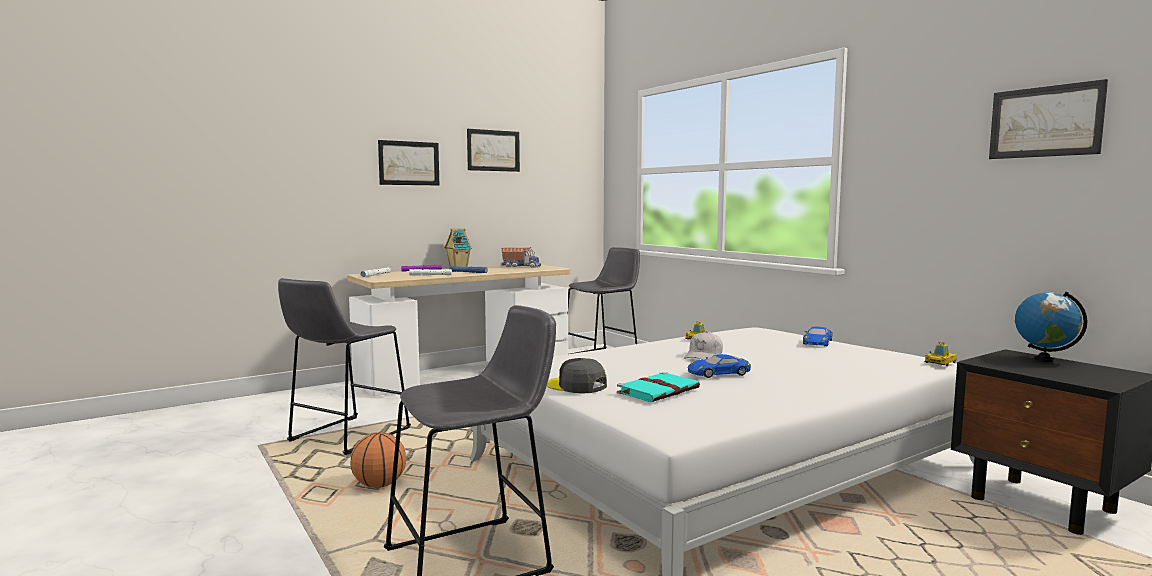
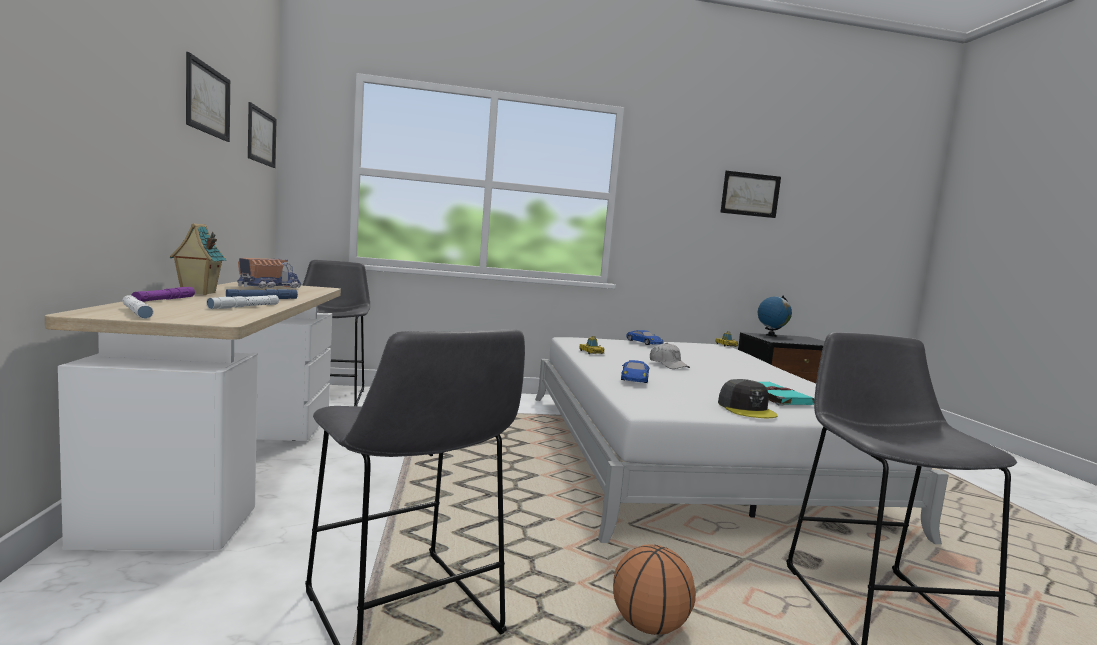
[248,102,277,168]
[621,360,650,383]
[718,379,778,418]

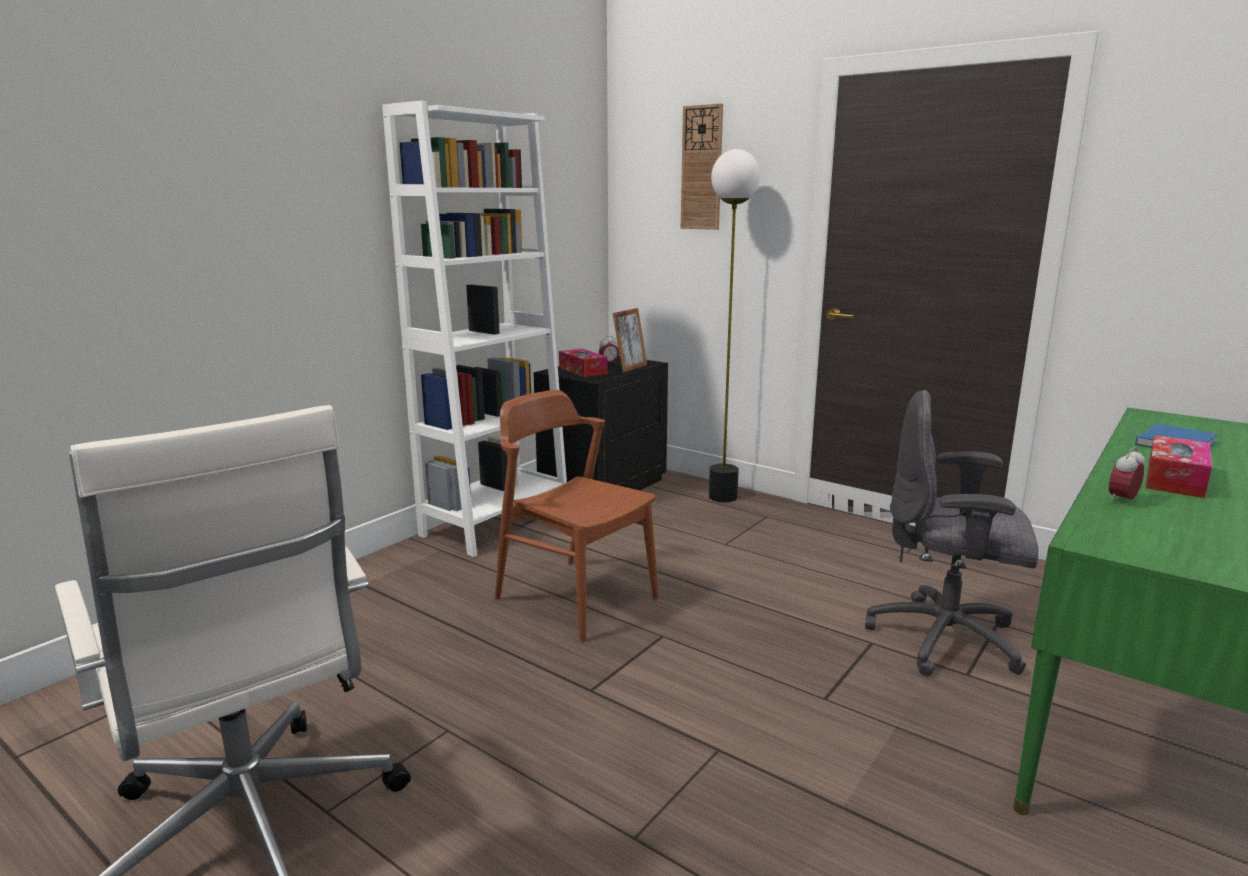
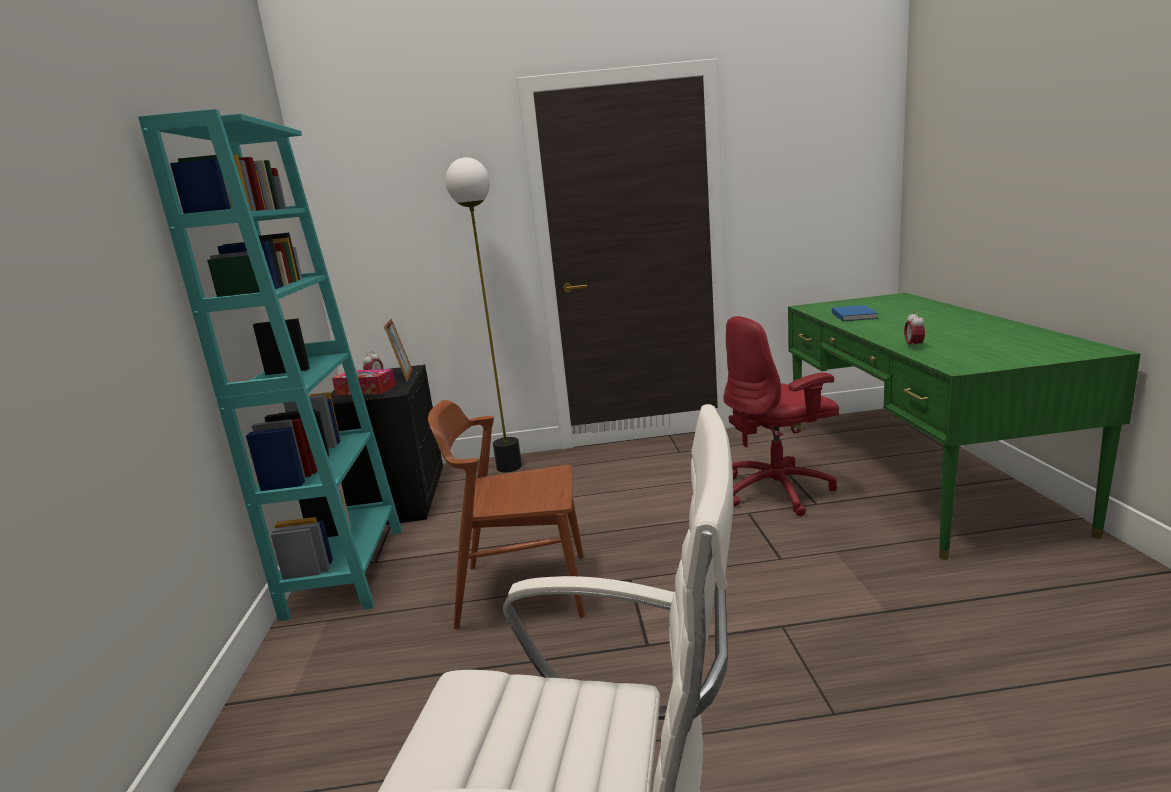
[681,103,723,230] (first image)
[1145,435,1212,498] (first image)
[138,109,402,621]
[723,316,839,516]

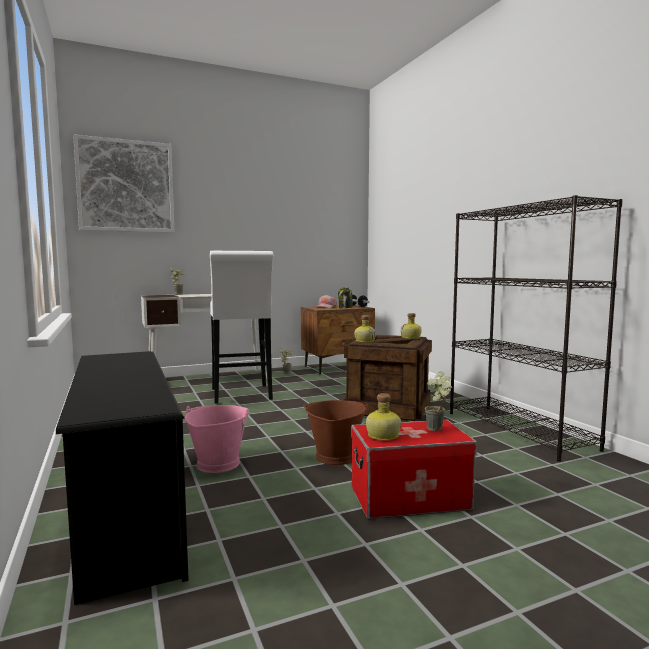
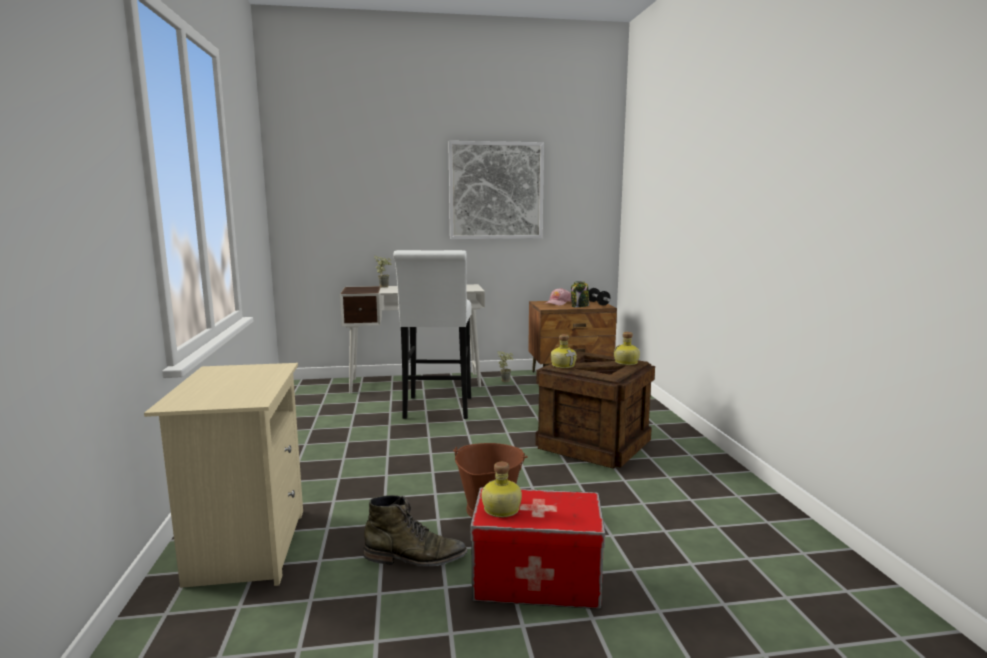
[185,405,250,473] (first image)
[425,371,452,431] (first image)
[450,195,623,461] (first image)
[363,495,468,566]
[448,141,544,239]
[144,363,303,588]

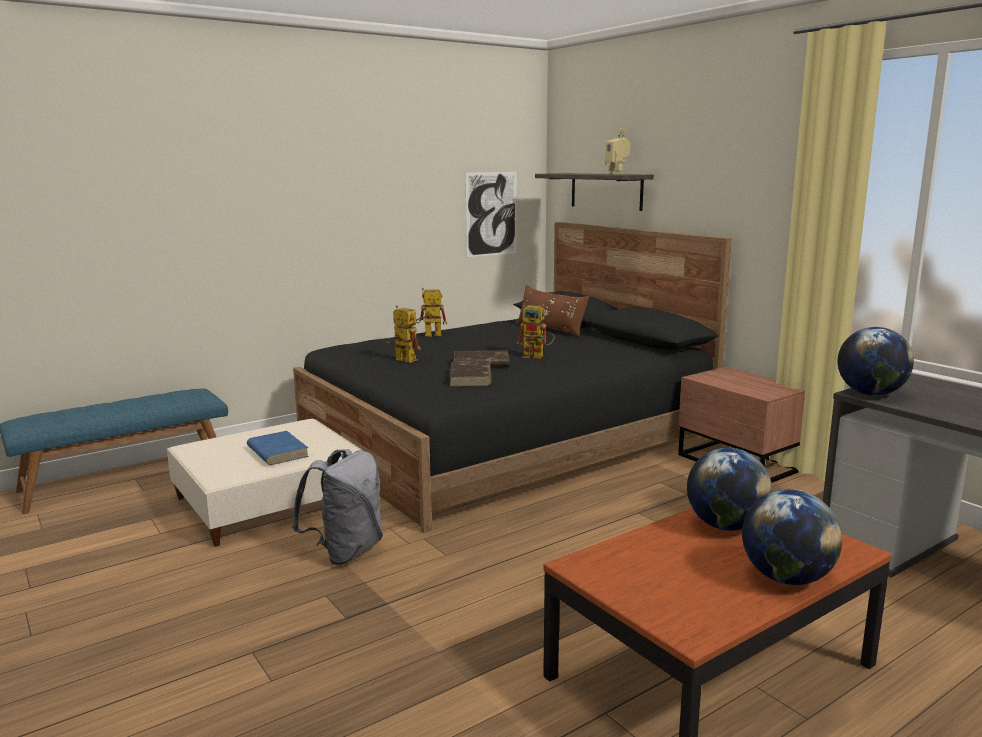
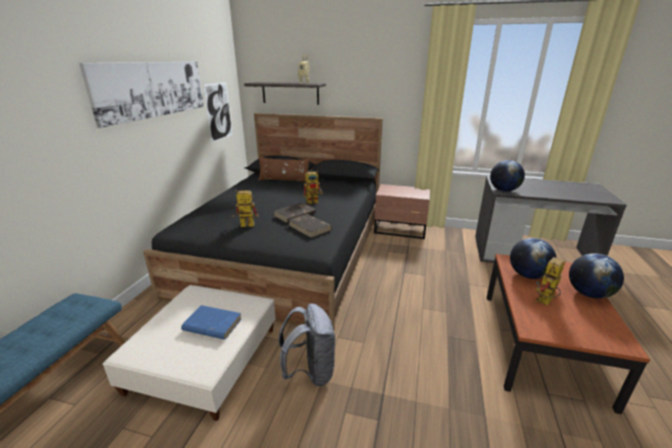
[79,62,204,128]
[536,257,565,305]

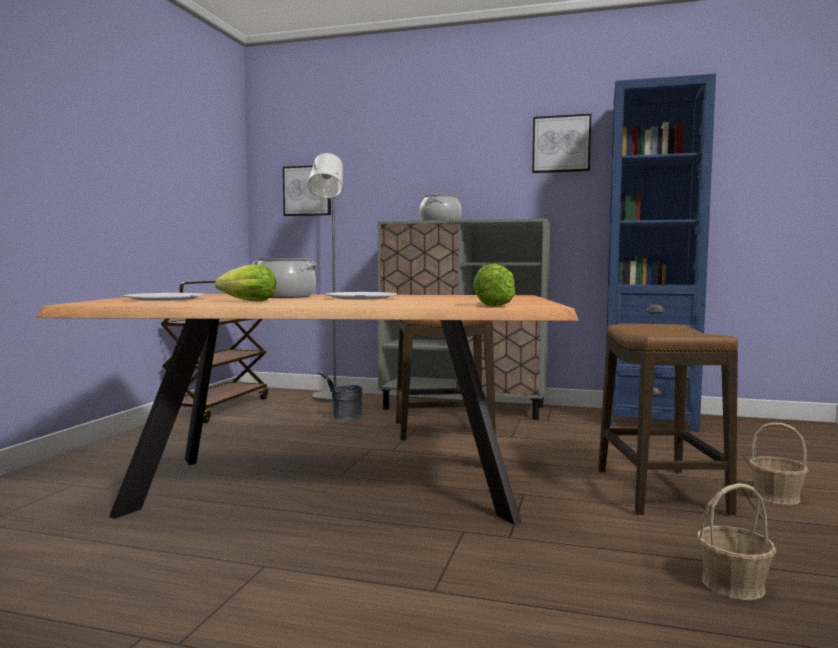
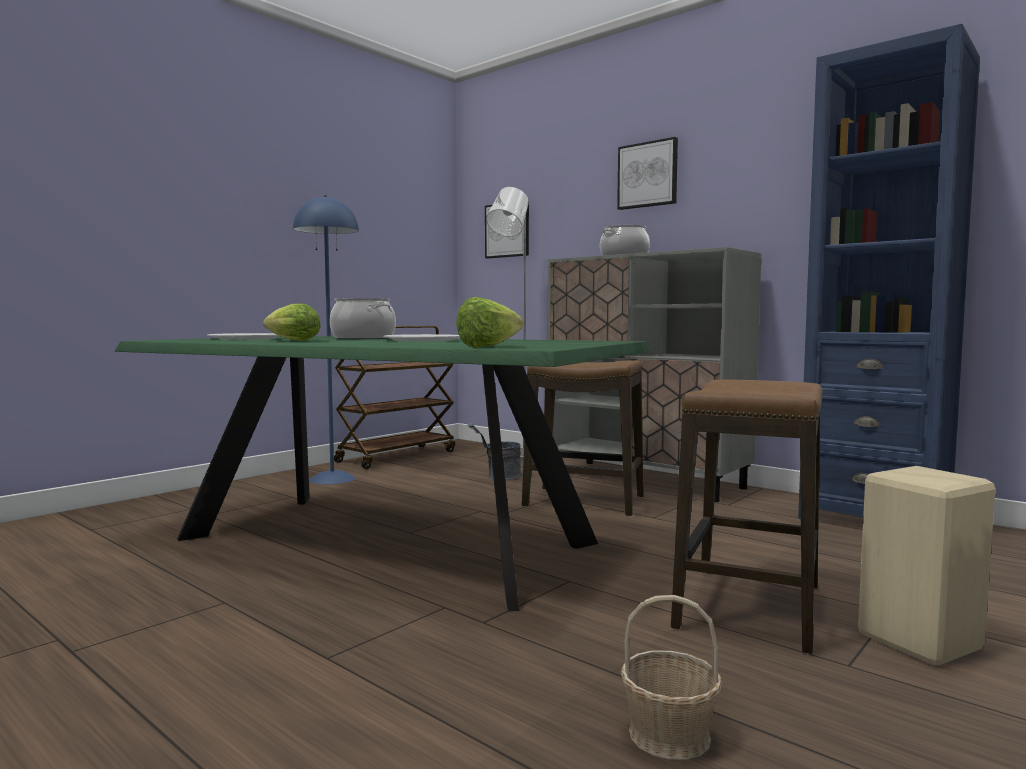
[293,195,359,484]
[617,137,678,210]
[858,466,995,665]
[115,336,650,611]

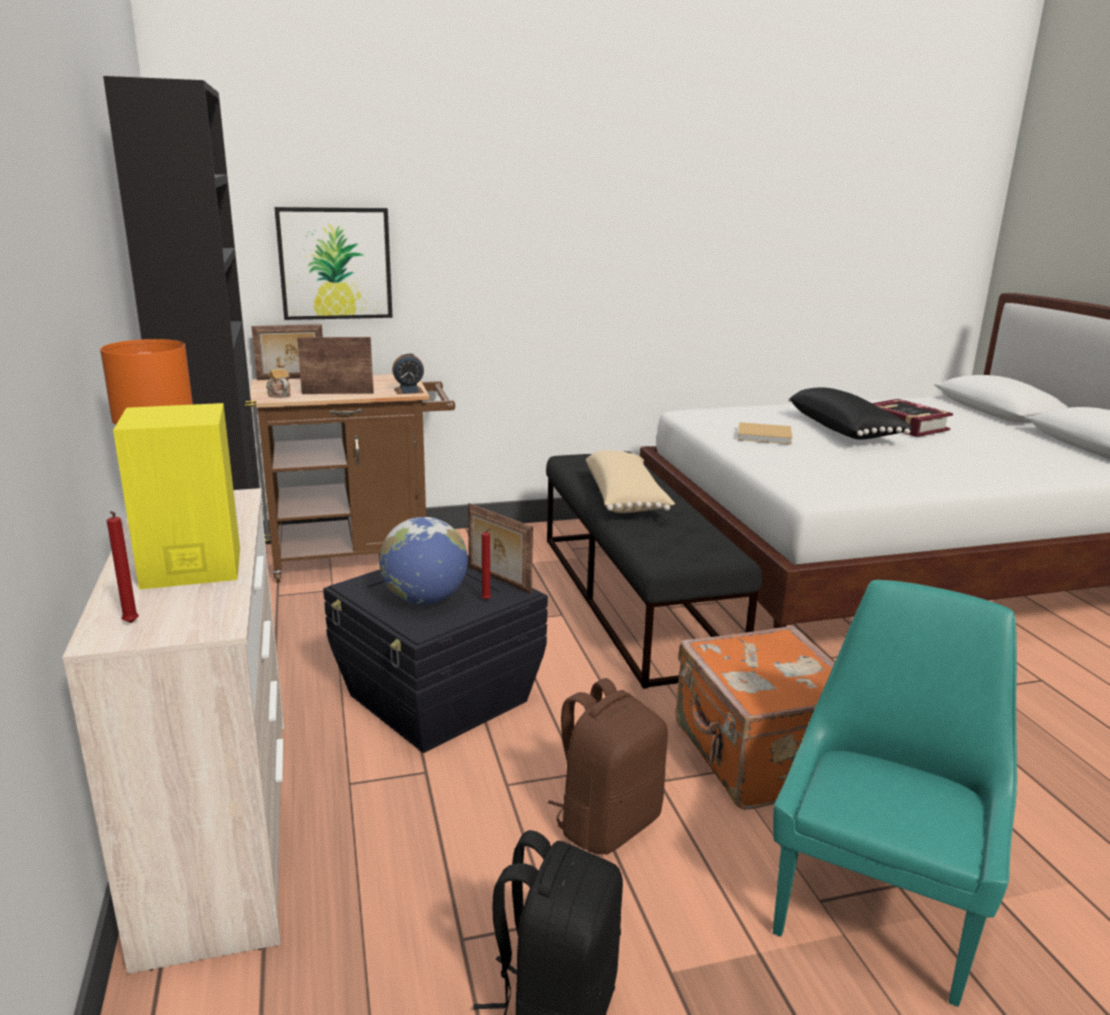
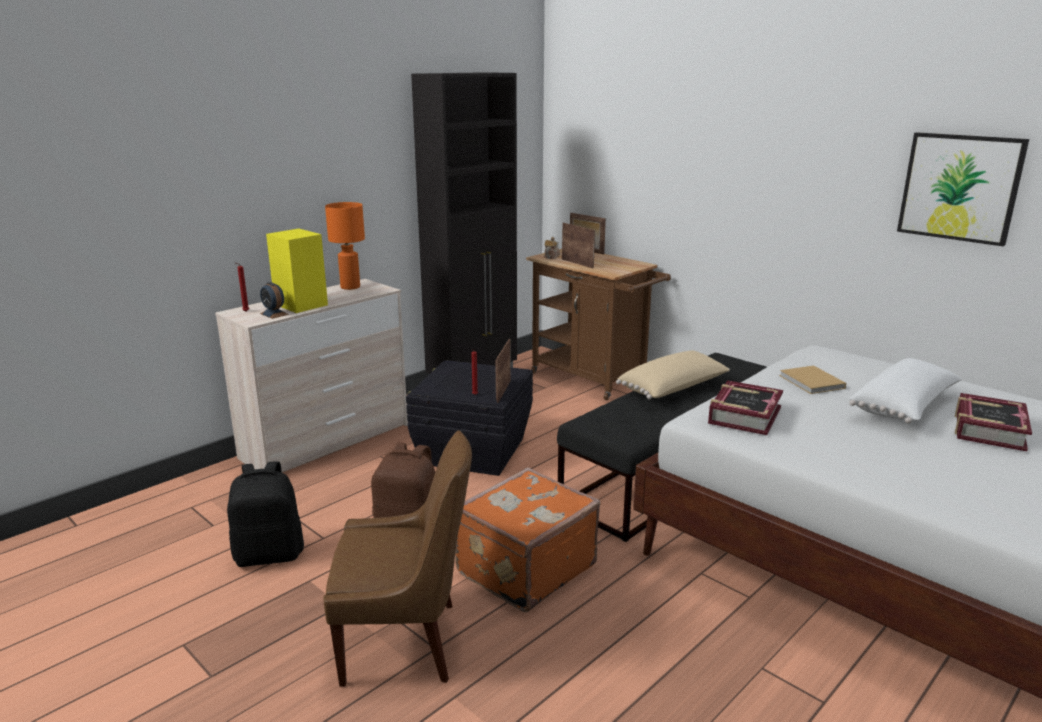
[379,517,468,605] (first image)
[708,381,783,435]
[897,132,1029,246]
[260,282,289,319]
[323,430,472,687]
[849,358,962,424]

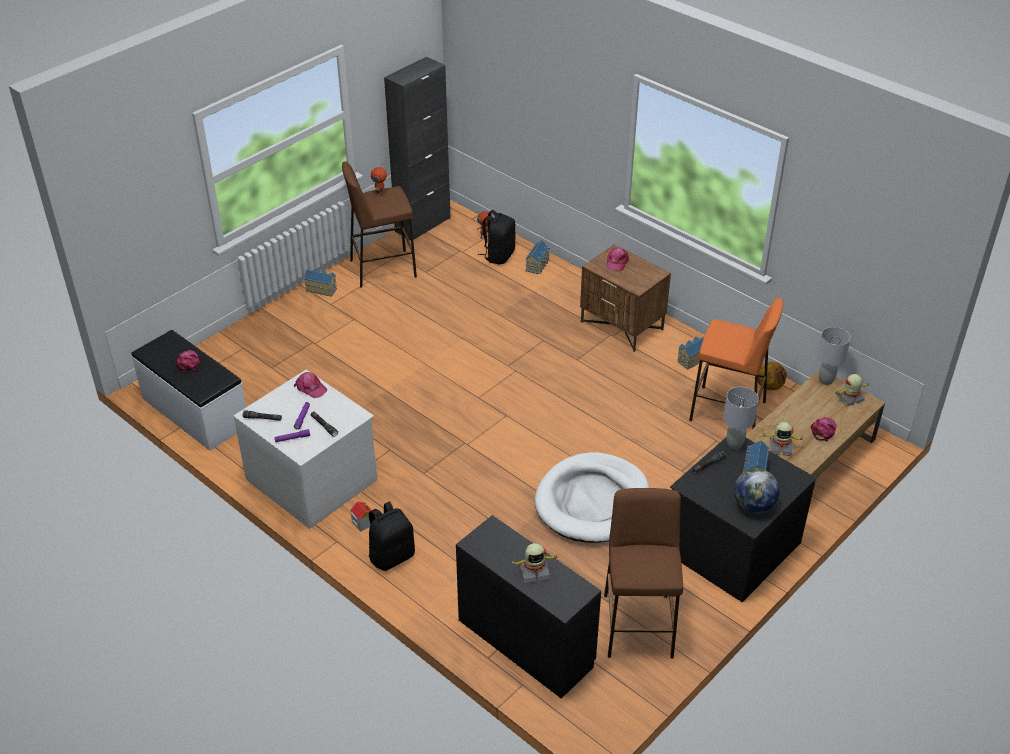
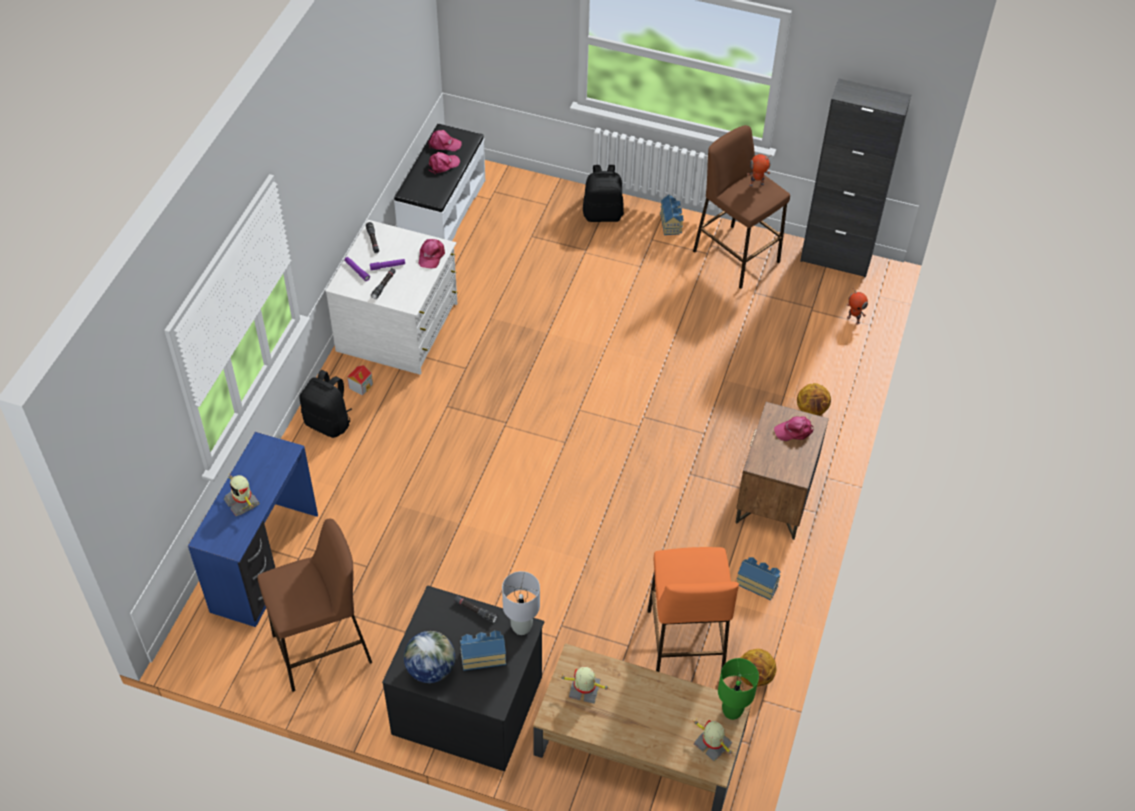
[525,240,550,274] (first image)
[535,452,650,543] (first image)
[797,383,831,416]
[583,165,624,222]
[428,130,462,151]
[188,432,318,627]
[718,658,759,720]
[560,667,609,704]

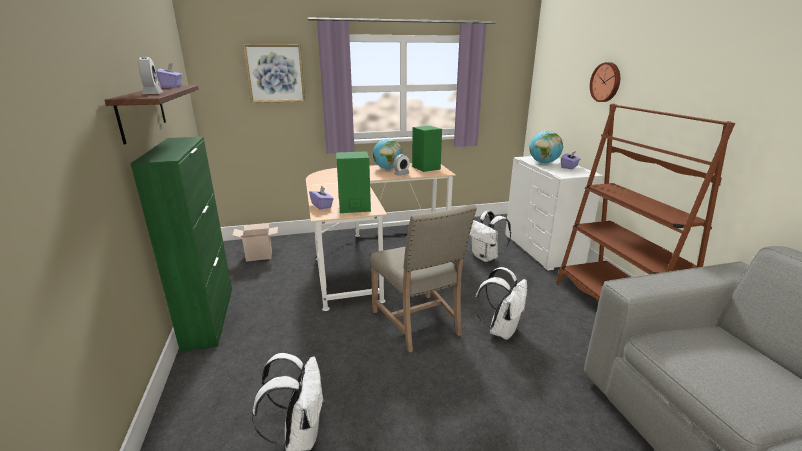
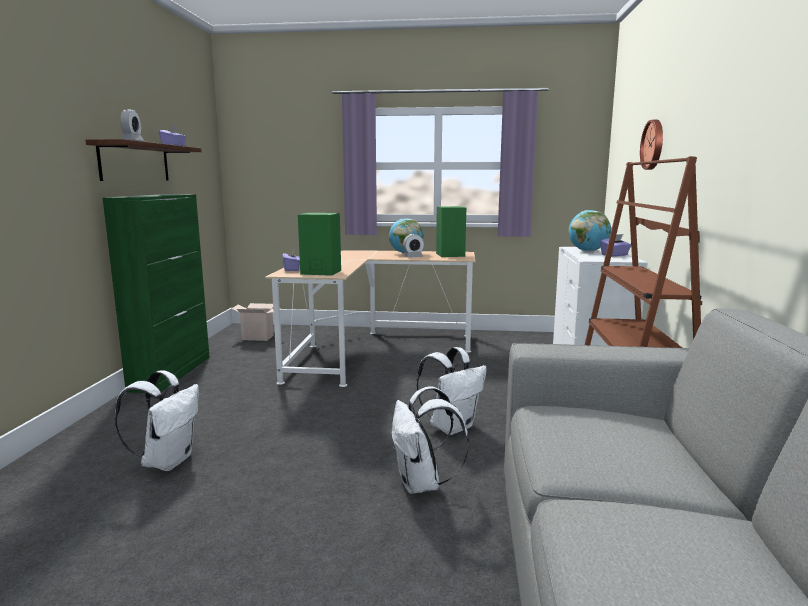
[243,44,305,103] (first image)
[370,204,477,352] (first image)
[392,386,469,494]

